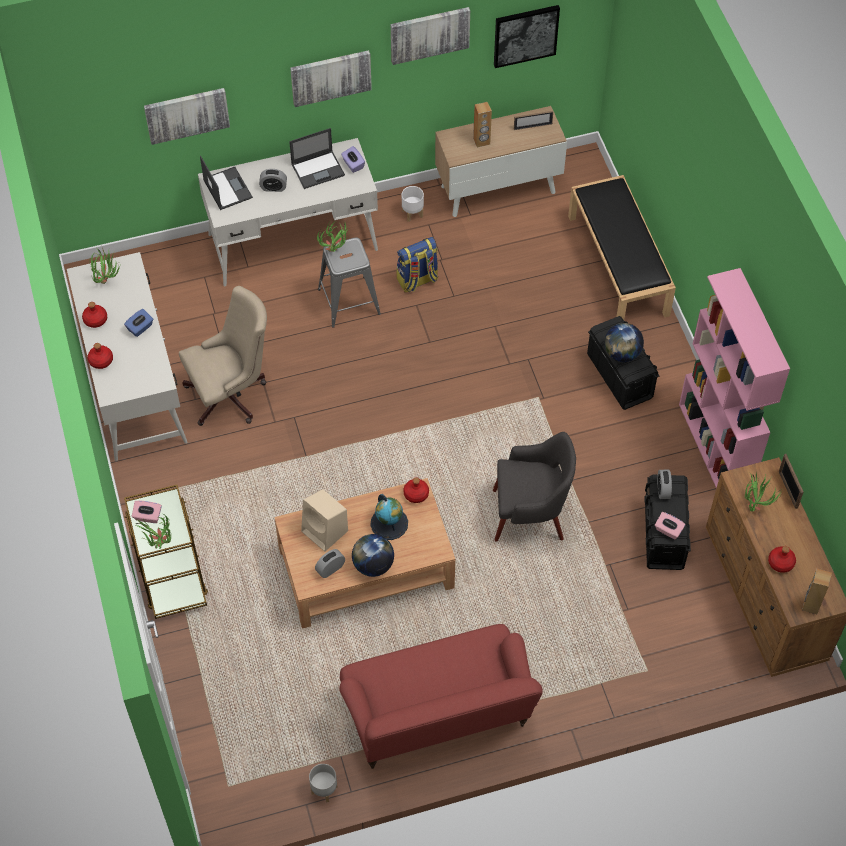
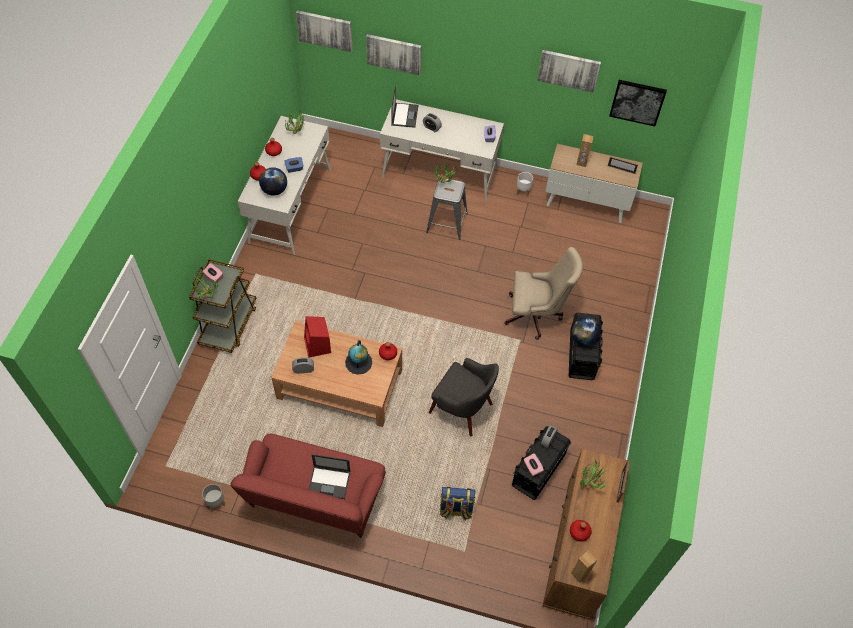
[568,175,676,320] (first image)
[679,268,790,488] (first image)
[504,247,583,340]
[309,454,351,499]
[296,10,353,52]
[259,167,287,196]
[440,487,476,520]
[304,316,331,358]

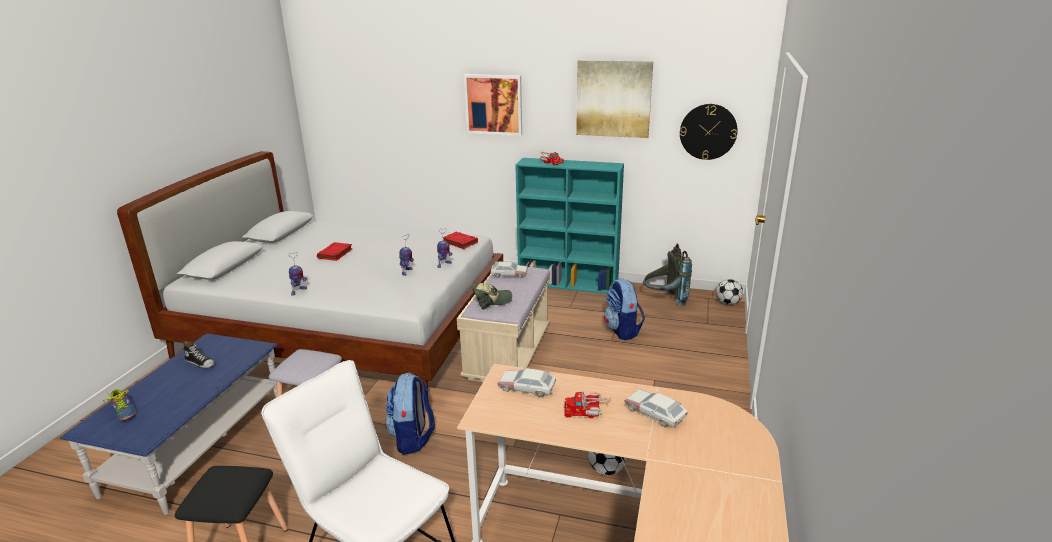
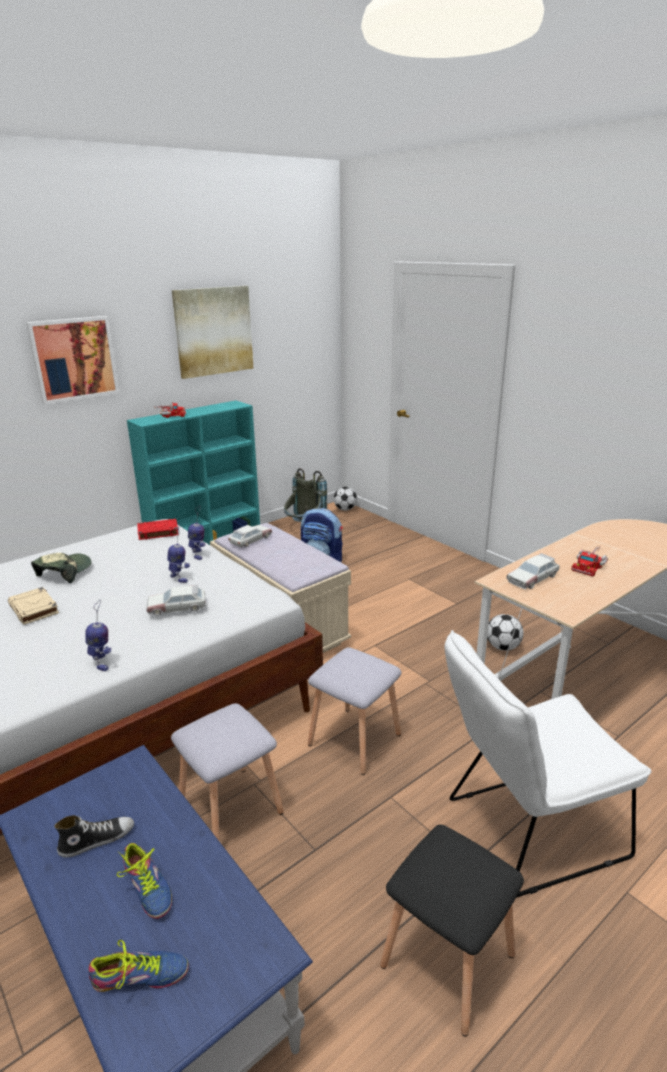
[680,104,737,160] (first image)
[117,843,172,919]
[31,553,92,583]
[146,585,207,616]
[308,647,401,775]
[8,587,59,624]

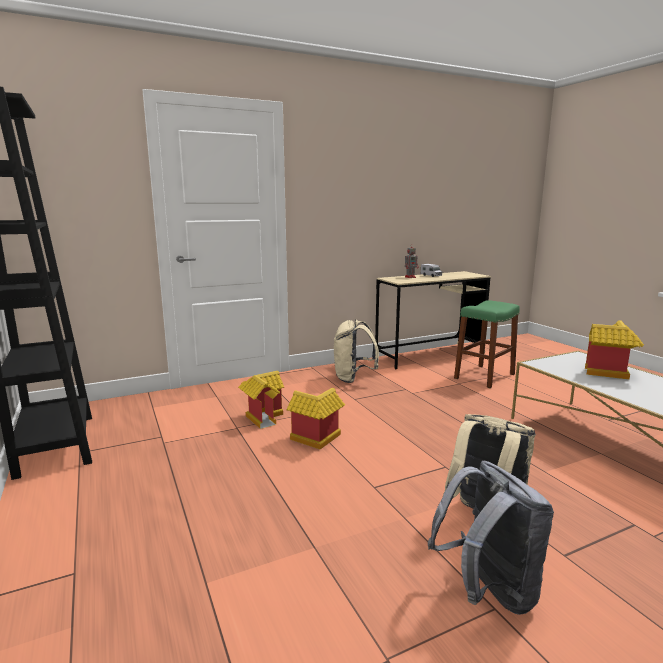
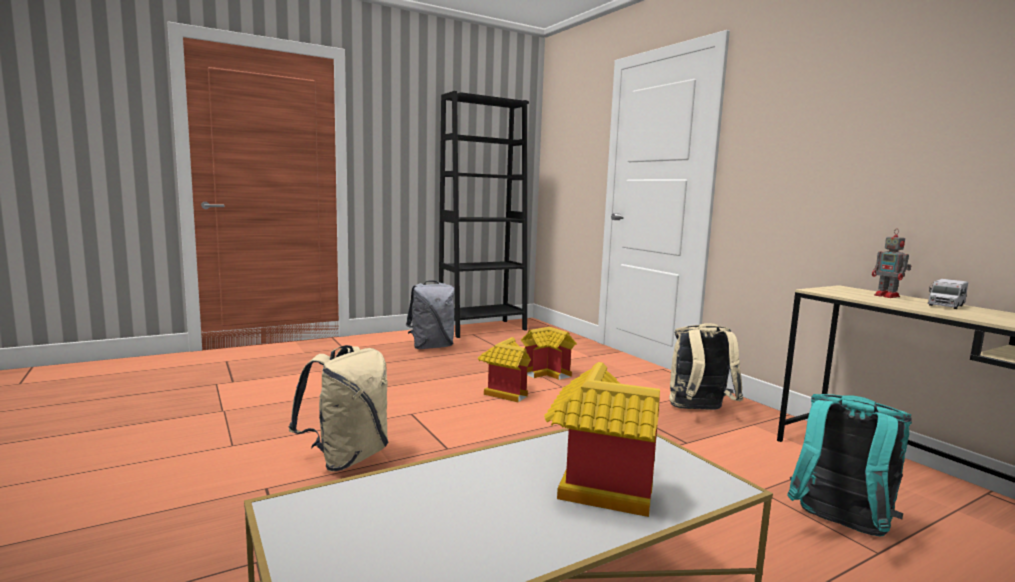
[406,280,455,349]
[787,394,912,536]

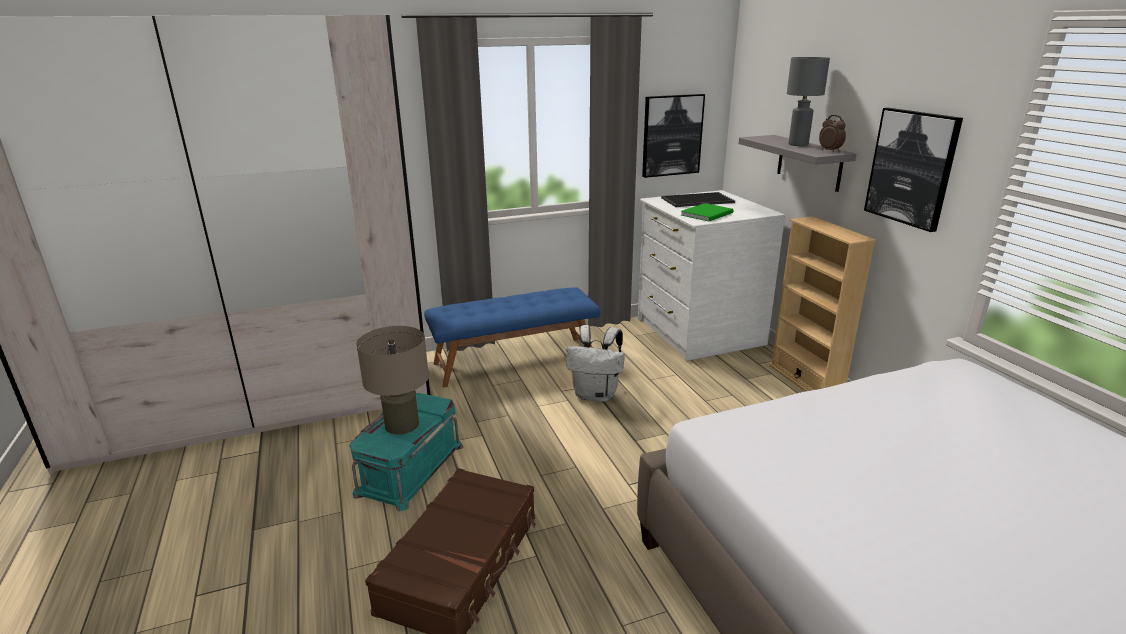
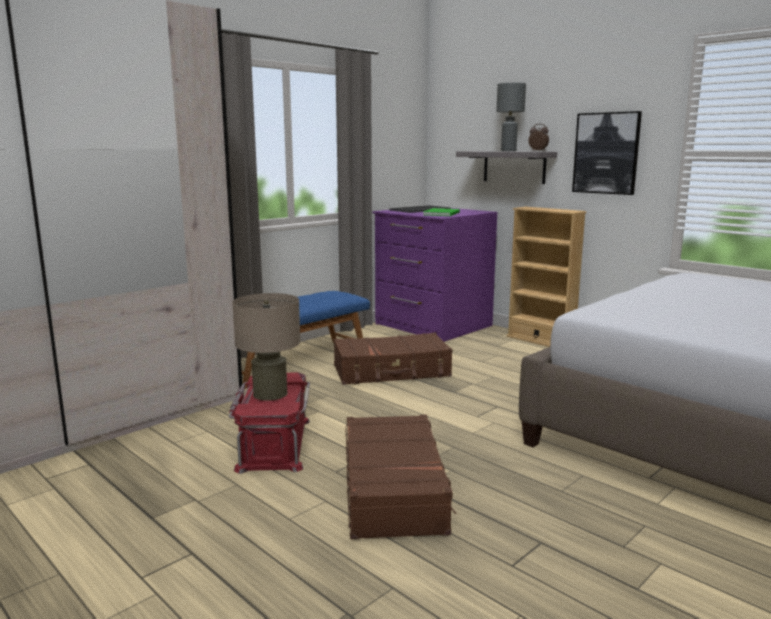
[642,94,705,178] (first image)
[334,333,452,385]
[229,372,310,474]
[373,208,498,342]

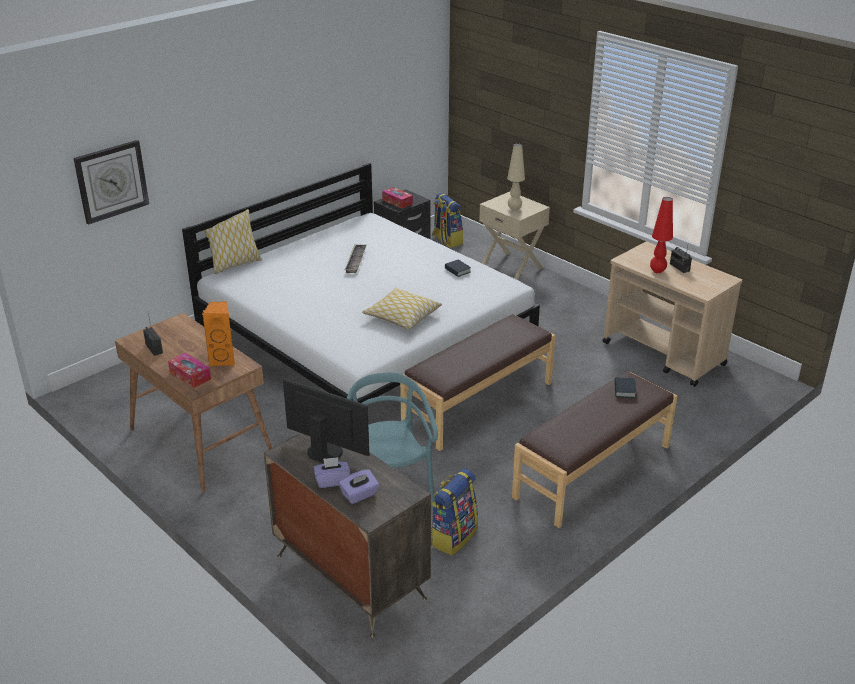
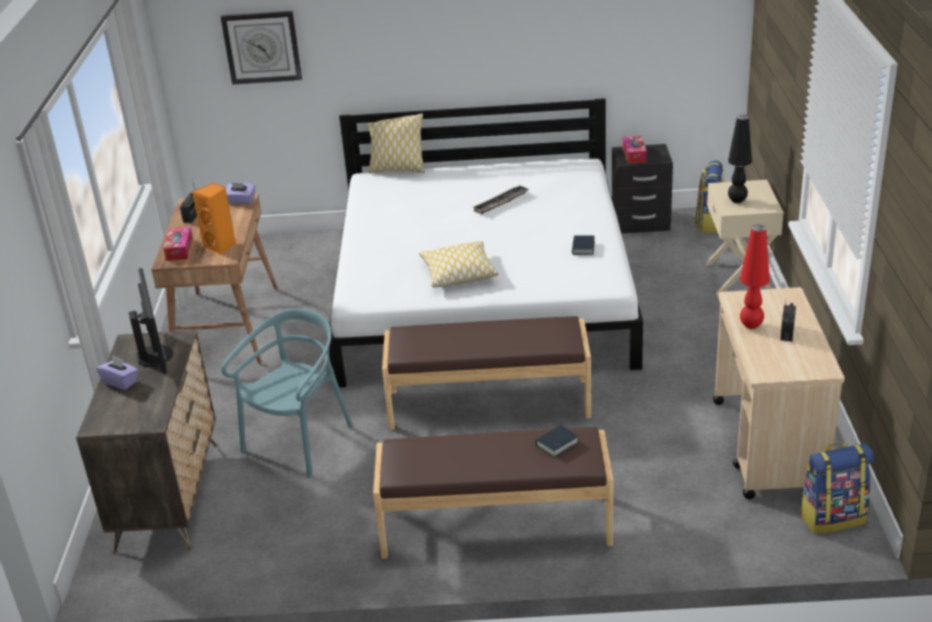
[226,182,255,204]
[800,443,874,534]
[728,115,752,203]

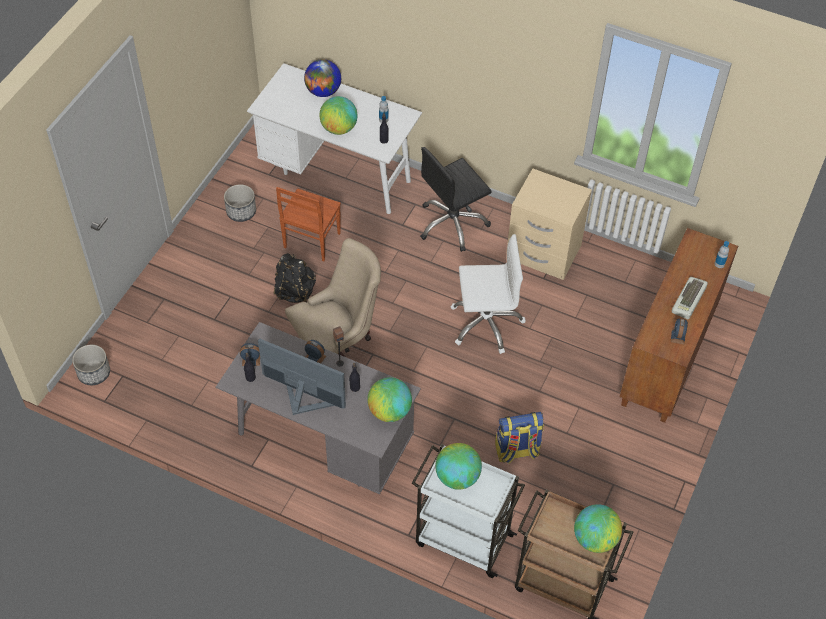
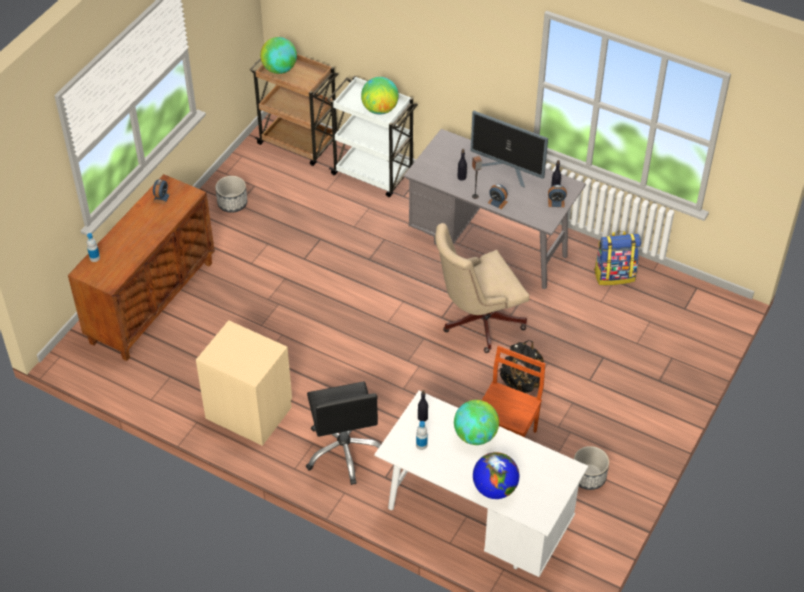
[367,377,412,422] (first image)
[451,234,526,354] (first image)
[672,277,708,319] (first image)
[215,176,247,213]
[594,231,641,285]
[306,381,381,485]

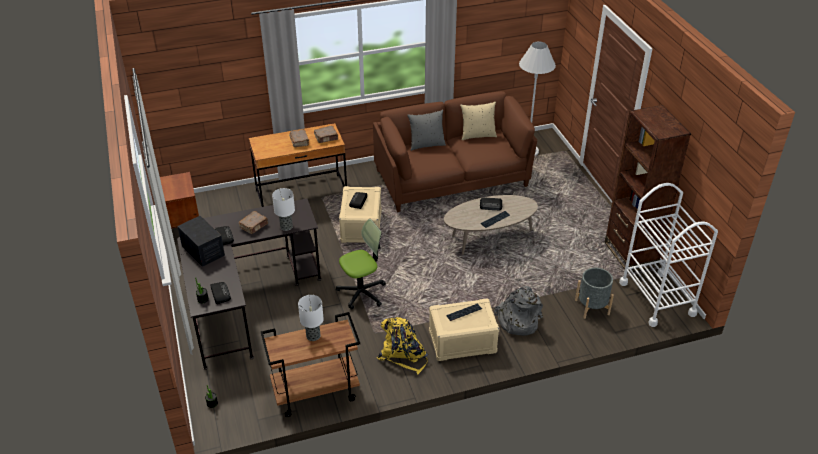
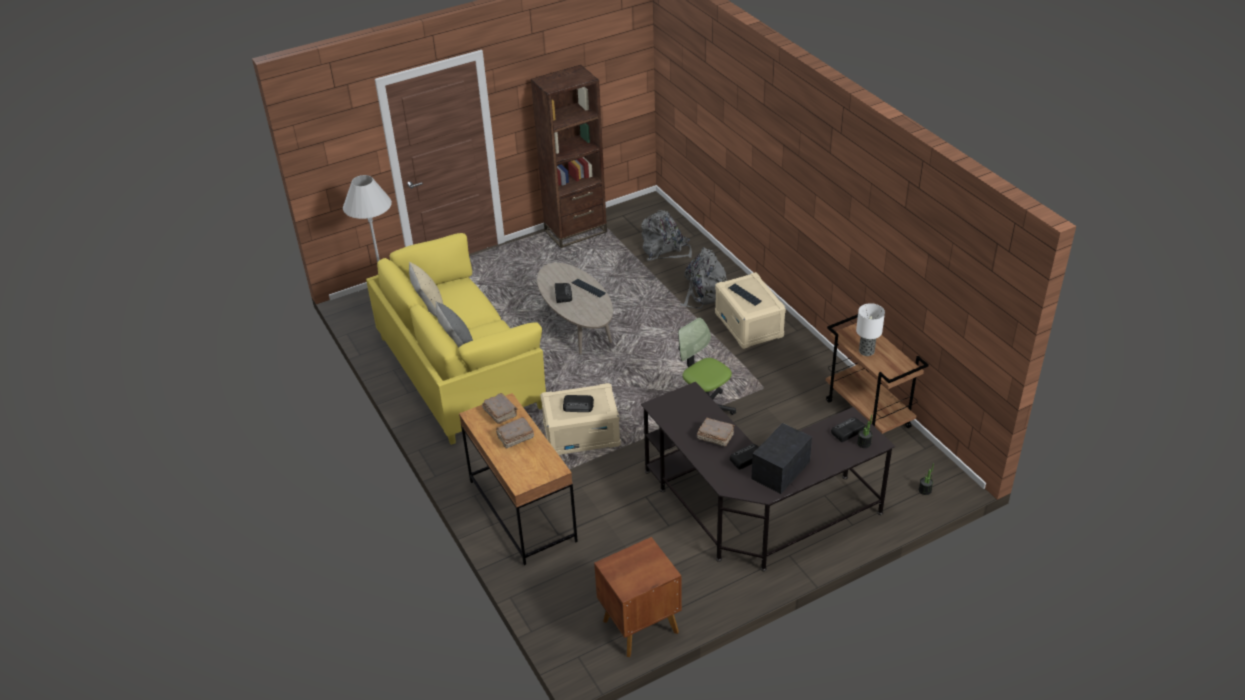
[272,188,295,231] (first image)
[377,317,428,374] (first image)
[619,183,718,327] (first image)
[641,210,692,261]
[366,233,546,445]

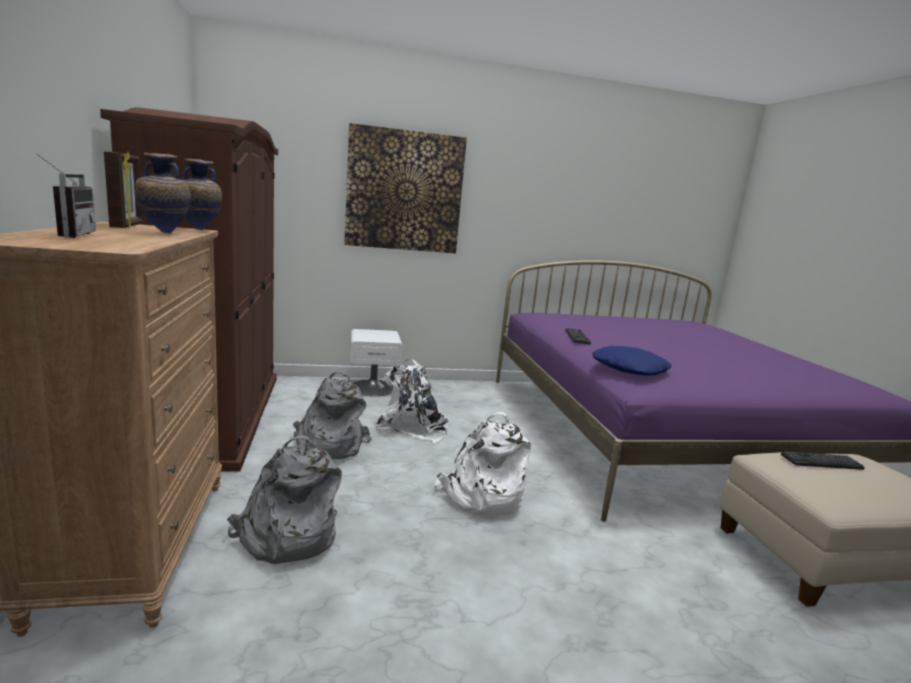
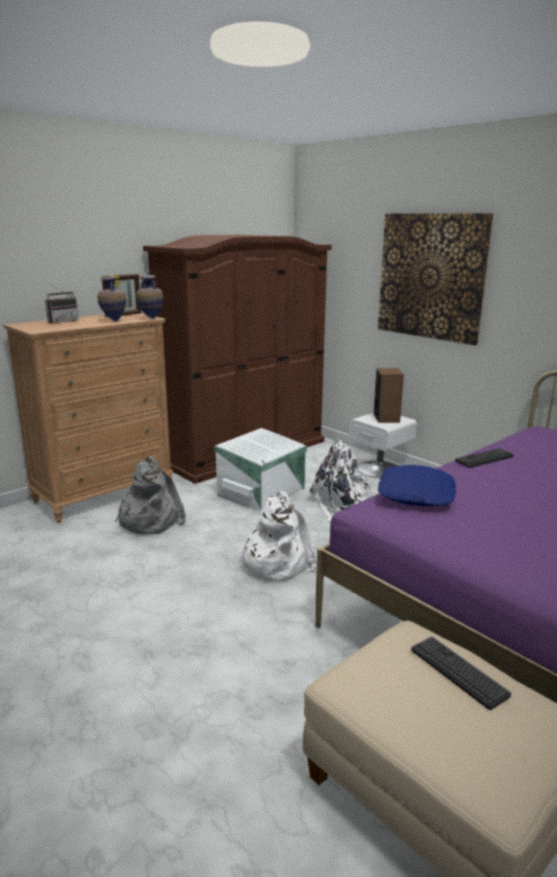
[374,368,404,423]
[214,428,307,512]

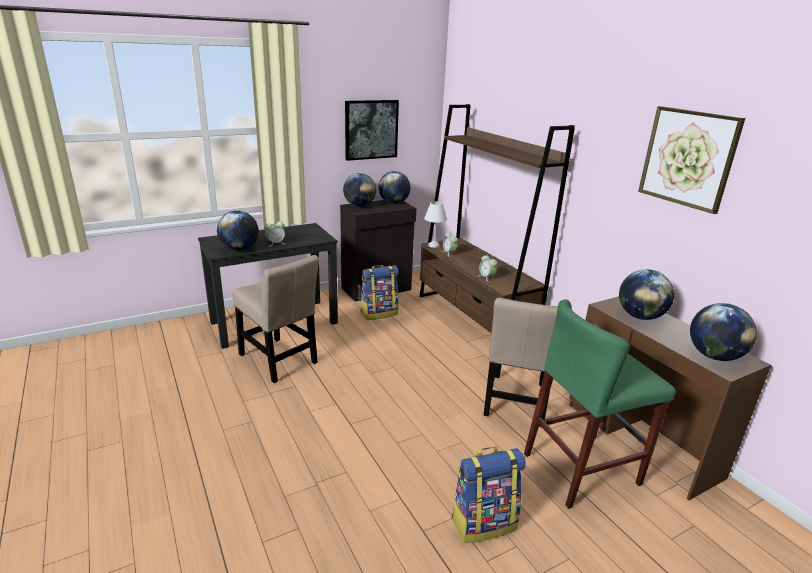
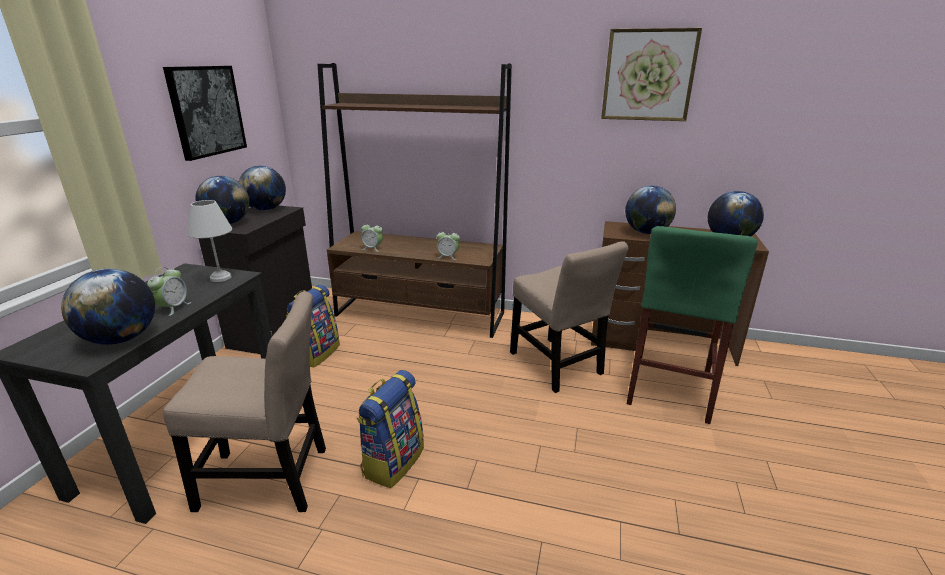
[187,200,232,282]
[357,370,424,488]

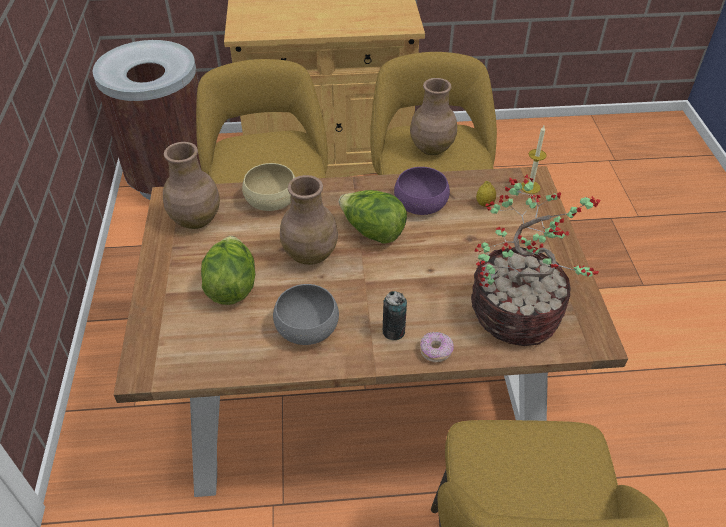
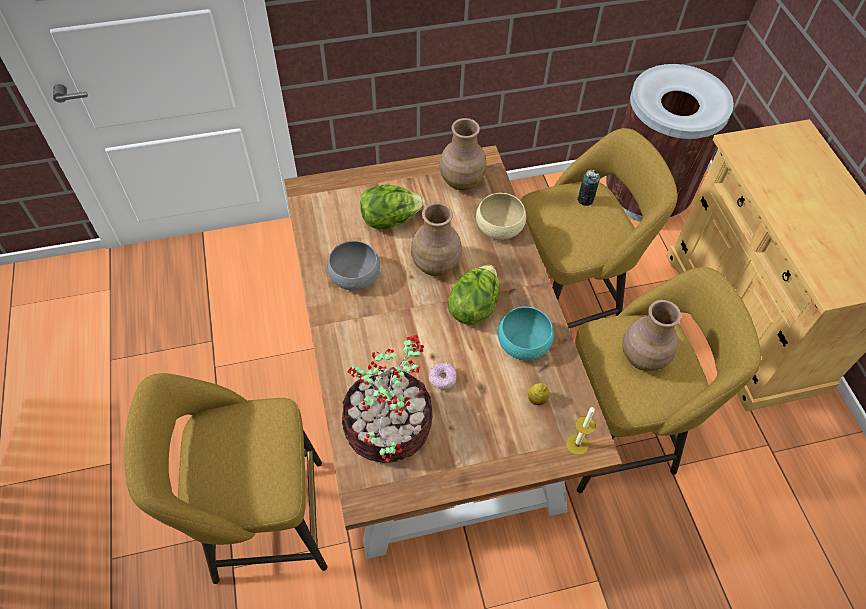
[577,170,600,206]
[429,363,456,389]
[498,307,554,360]

